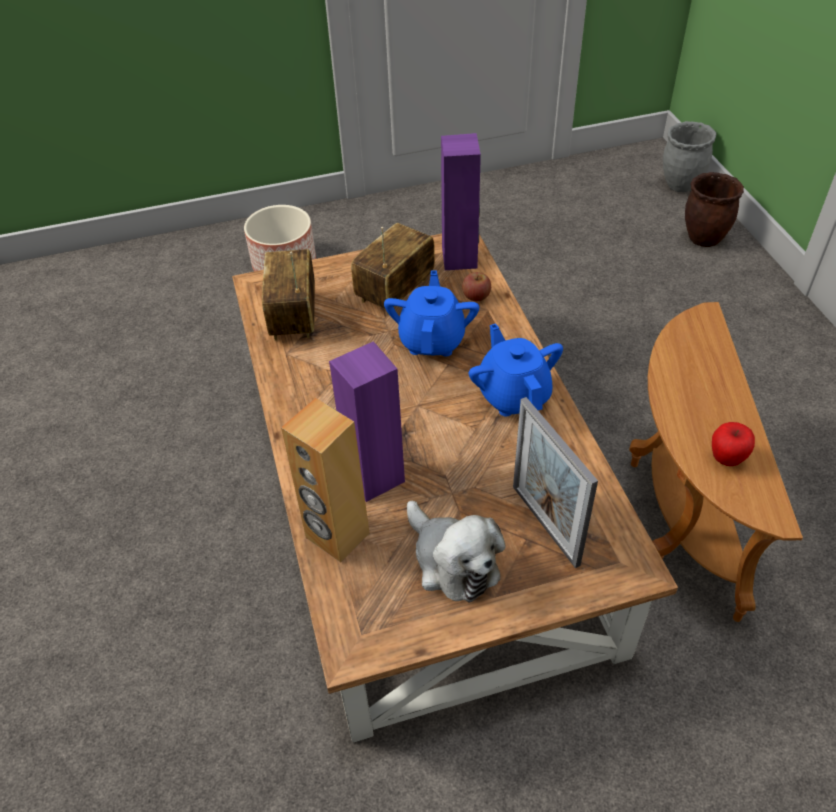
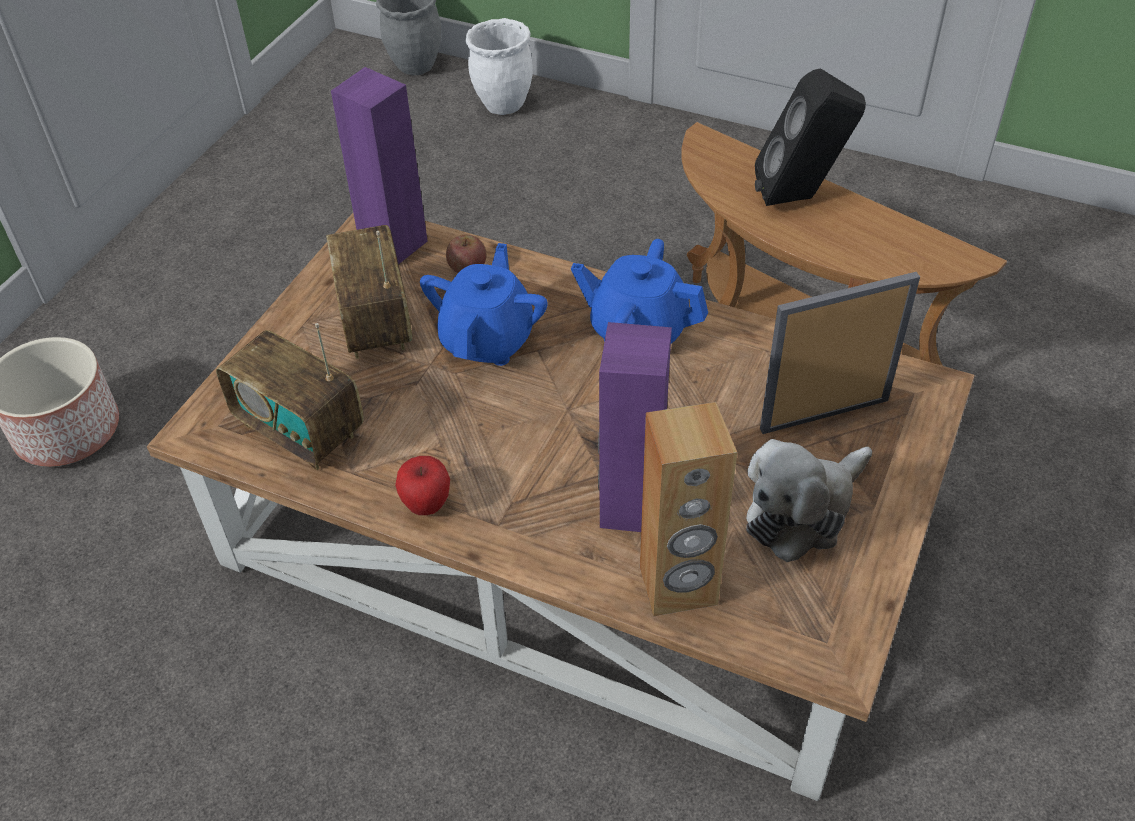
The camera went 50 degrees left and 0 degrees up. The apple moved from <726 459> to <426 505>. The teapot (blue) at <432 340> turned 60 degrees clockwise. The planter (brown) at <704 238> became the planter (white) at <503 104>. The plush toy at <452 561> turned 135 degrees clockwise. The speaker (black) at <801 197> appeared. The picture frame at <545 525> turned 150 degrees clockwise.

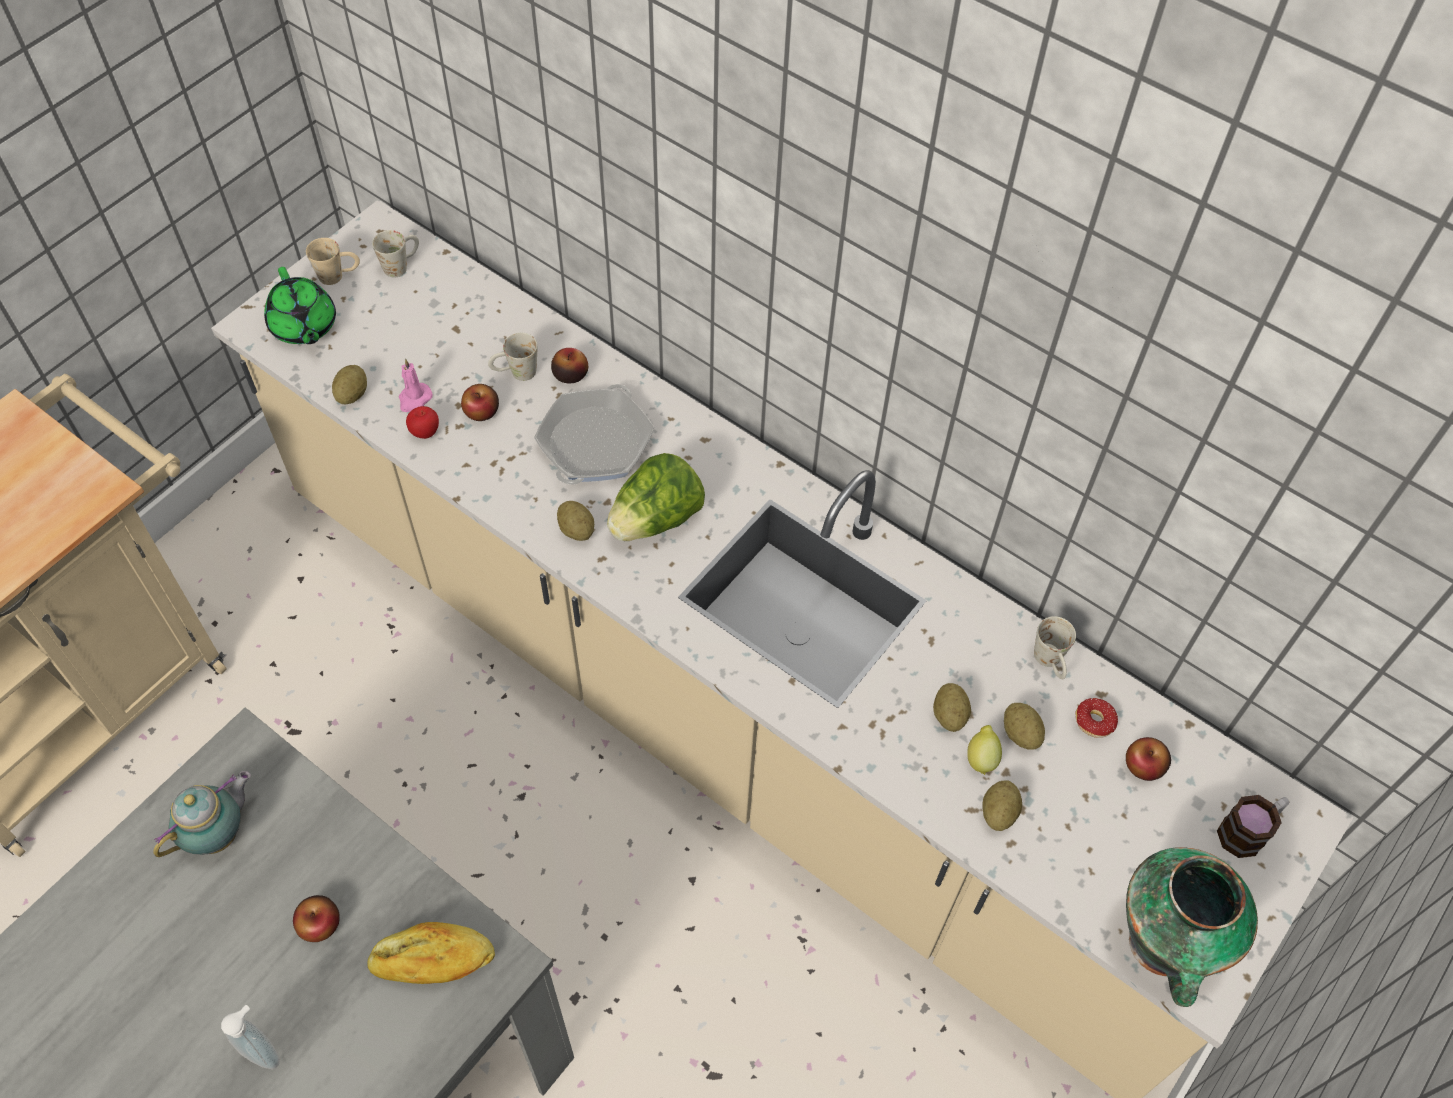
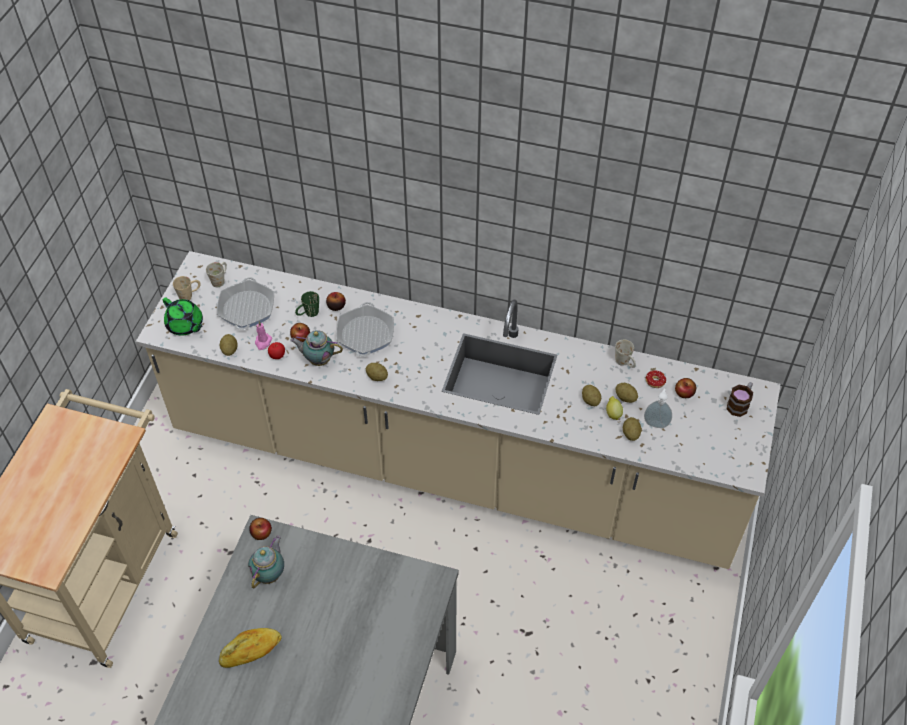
The camera went 20 degrees left and 5 degrees down. The frying pan at <246 308> appeared. The bread moved from <433 961> to <251 652>. The apple moved from <320 924> to <261 533>. The teapot at <318 360> appeared. The mug (white) at <515 373> became the mug (green) at <308 314>. The soap dispenser moved from <263 1049> to <656 423>. The lettuce at <656 520> disappeared. The vase at <1162 947> disappeared.

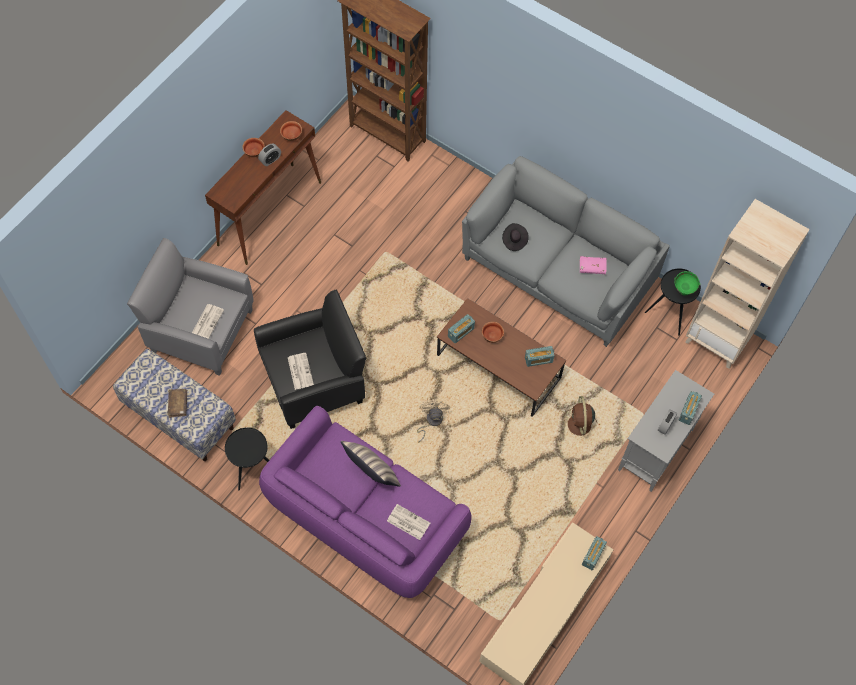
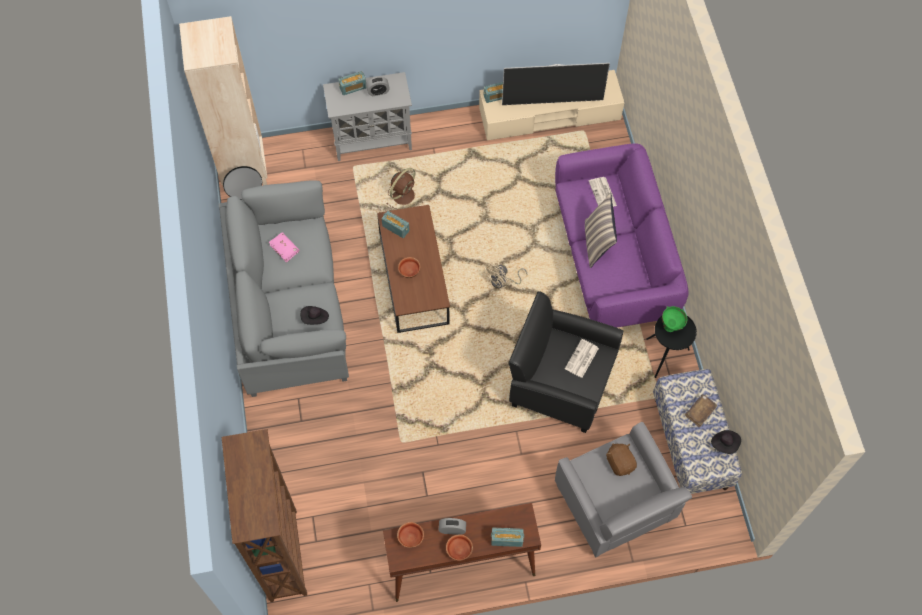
The camera went 135 degrees left and 0 degrees up. The radio moved from <461 332> to <506 539>. The television at <552 102> appeared. The newspaper at <207 321> was replaced by the plush toy (brown) at <620 463>. The bowl (green) moved from <683 291> to <671 326>. The hat (black) at <725 444> appeared.

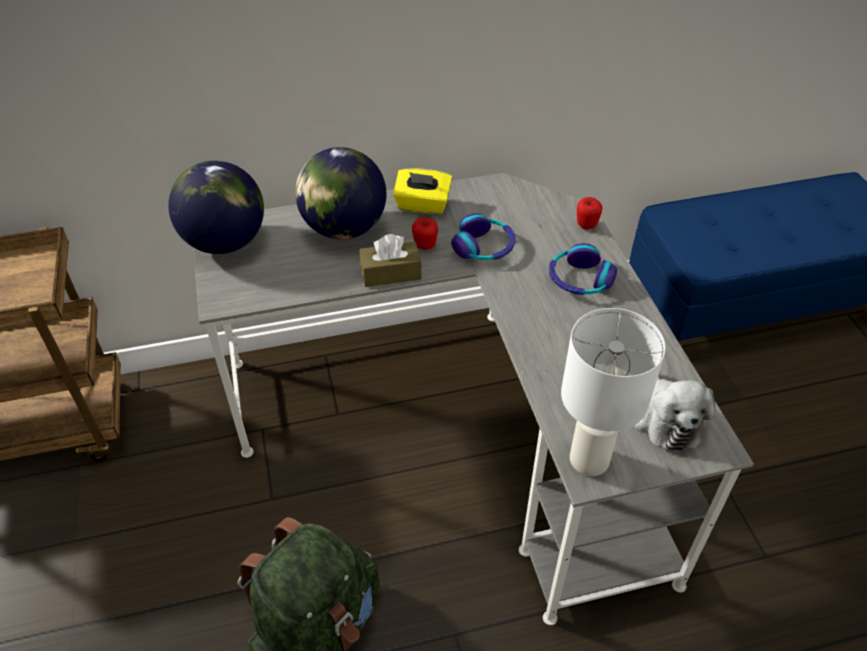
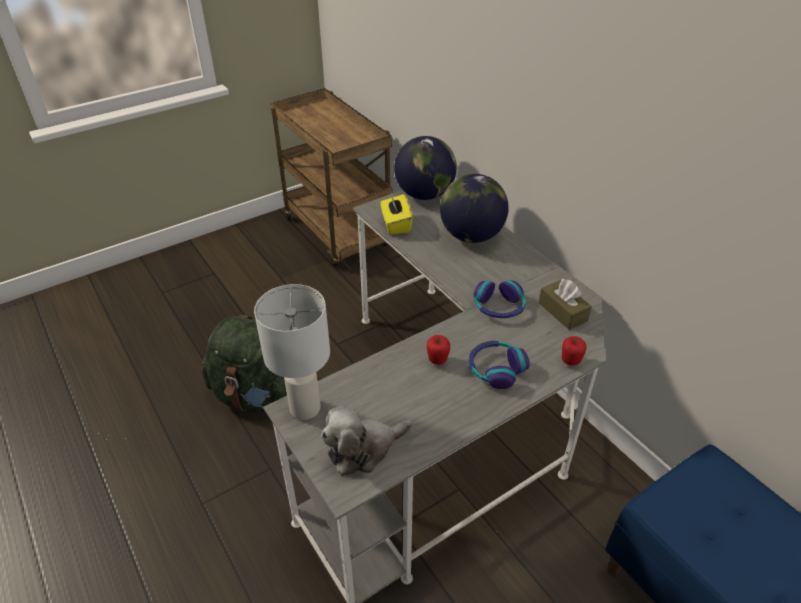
The camera went 70 degrees right and 5 degrees down. The tissue box (yellow) moved from <422 205> to <396 225>. The apple moved from <425 246> to <437 360>. The tissue box (brown) moved from <391 273> to <562 312>.

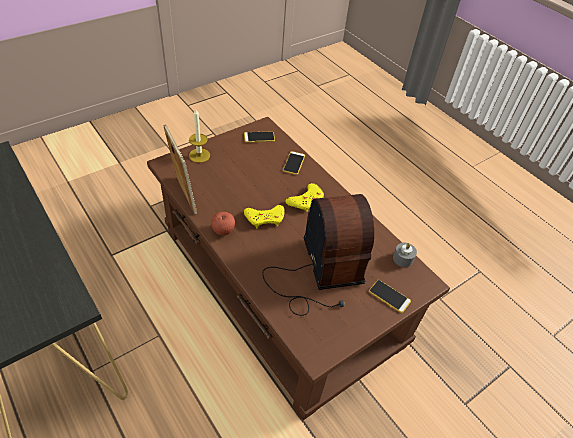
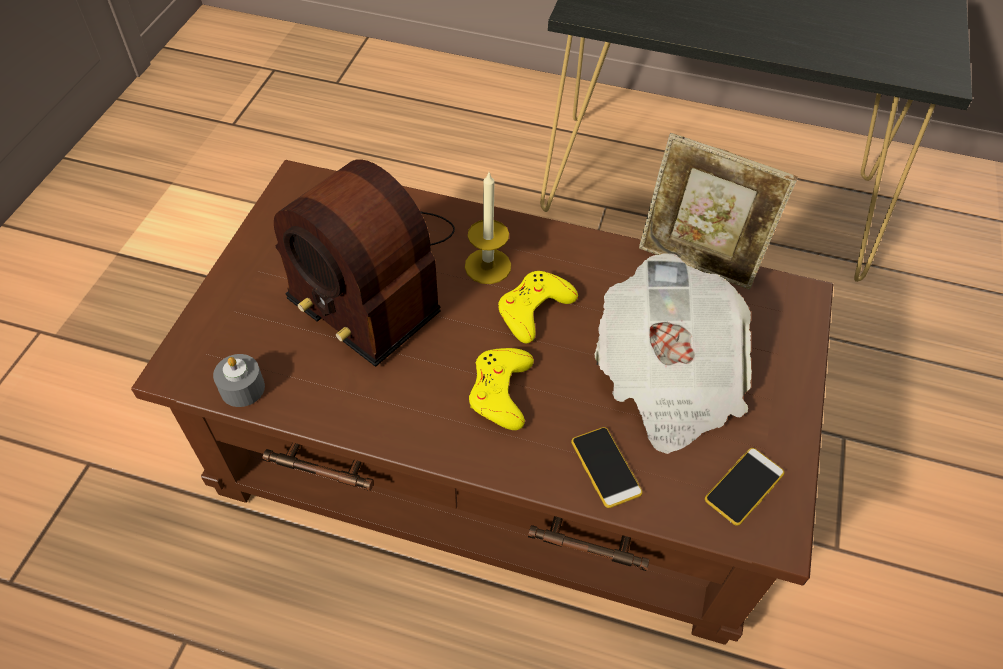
The camera went 145 degrees right and 5 degrees up. The candle moved from <199 155> to <488 266>. The newspaper at <667 380> appeared. The apple at <223 231> disappeared. The phone at <389 296> disappeared.

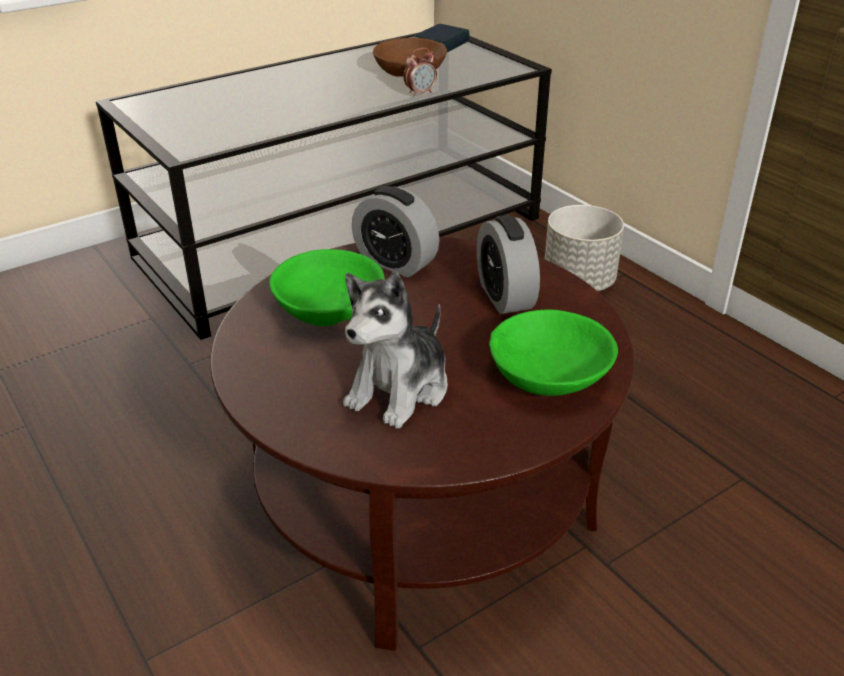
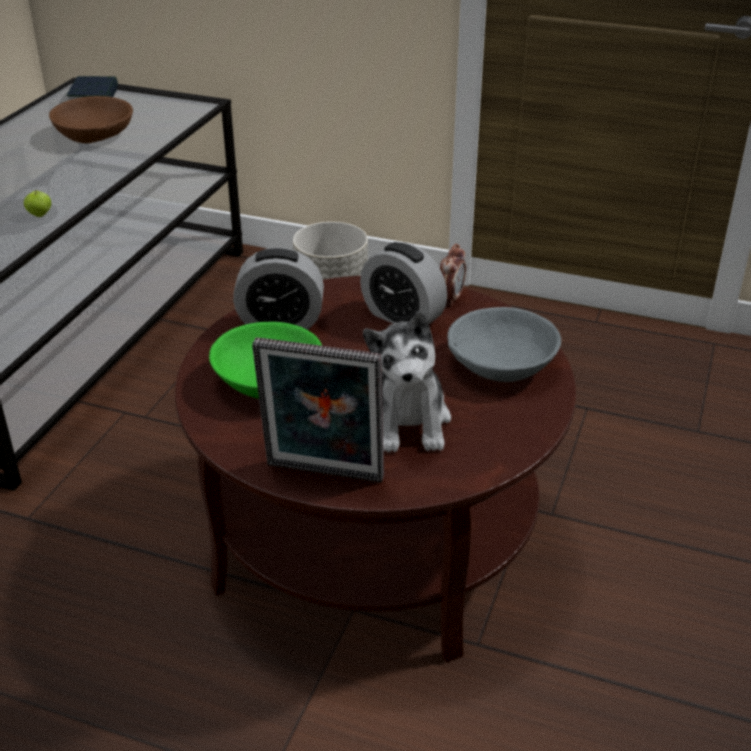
The camera went 35 degrees left and 0 degrees up. The apple at <40 215> appeared. The picture frame at <323 475> appeared. The alarm clock moved from <420 93> to <450 298>. The bowl (green) at <549 374> became the bowl (grey) at <501 364>.

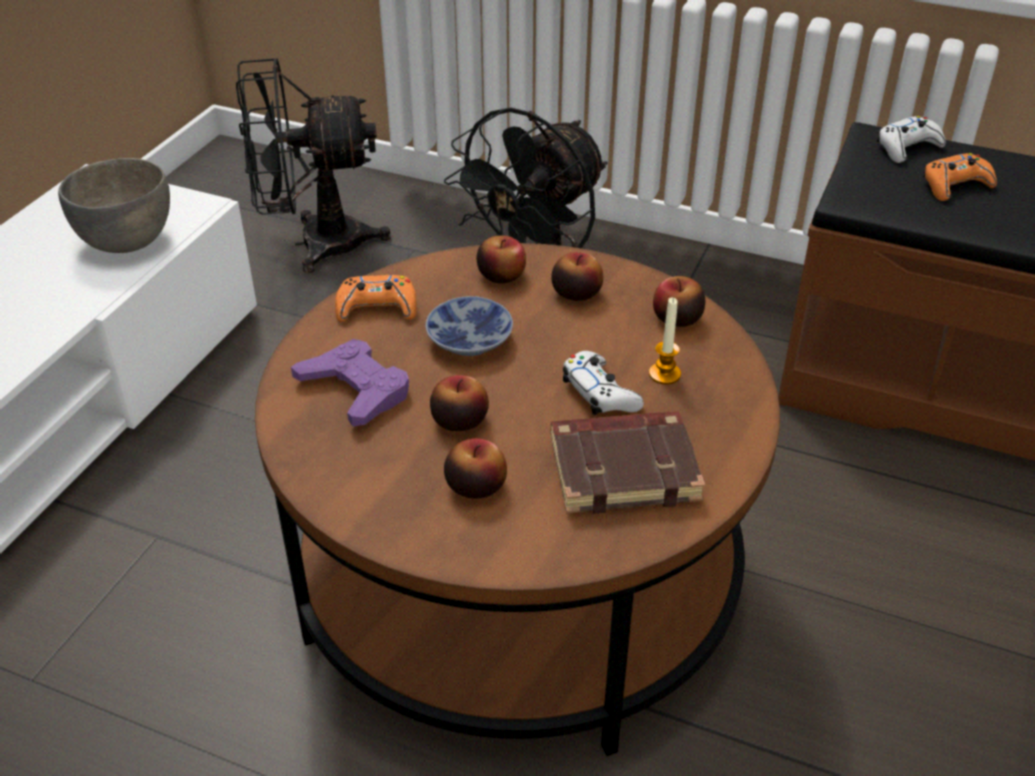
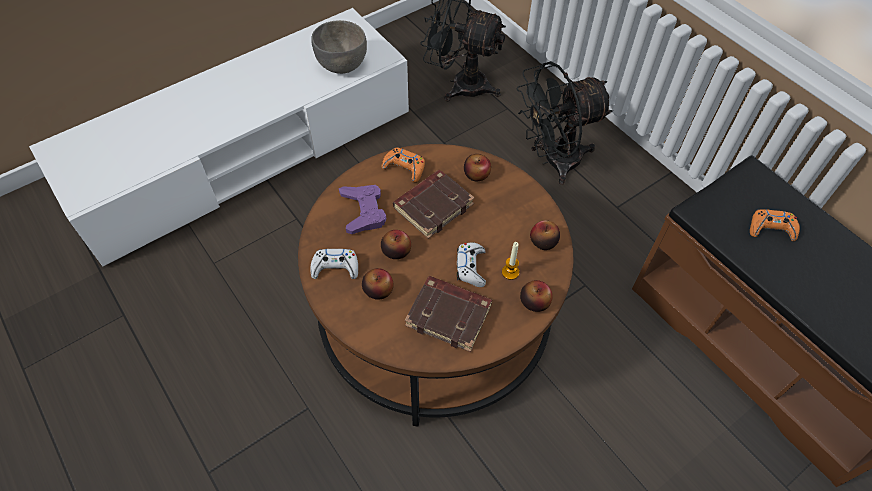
The camera went 30 degrees right and 15 degrees up. The game controller (white) moved from <907 147> to <335 267>. The bowl at <468 338> was replaced by the book (brown) at <433 206>. The apple moved from <576 292> to <534 302>.

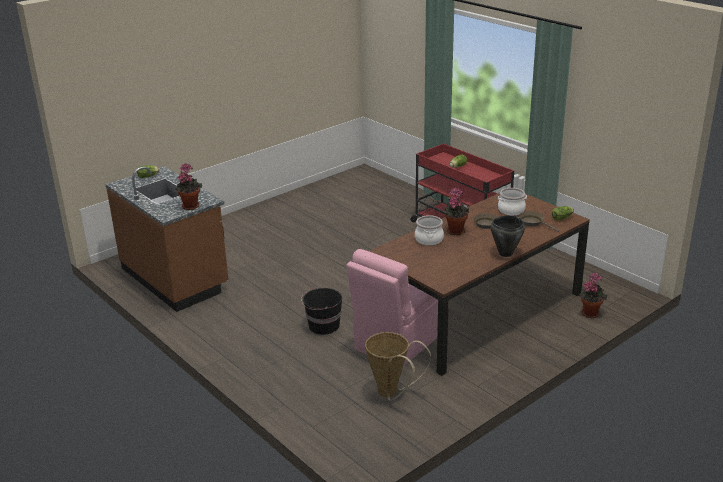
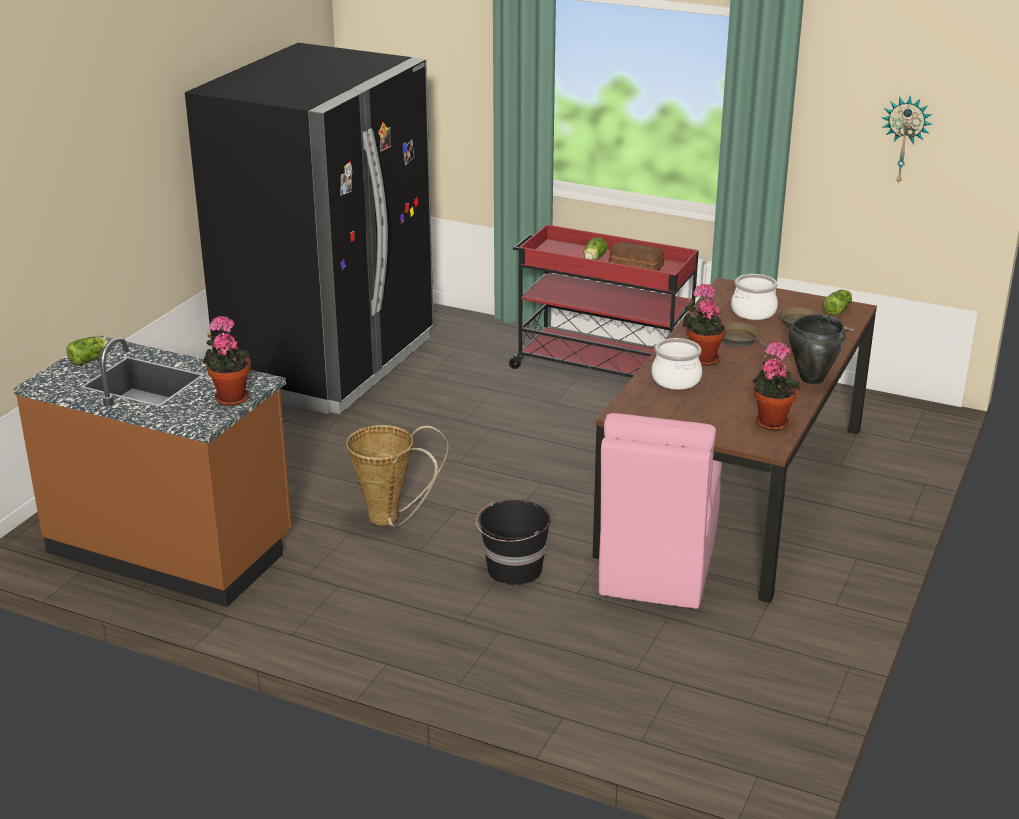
The camera went 25 degrees left and 0 degrees up. The fridge (black) at <329 363> appeared. The basket moved from <391 394> to <391 519>. The bread at <635 266> appeared. The potted plant moved from <590 313> to <771 421>. The wall clock at <904 139> appeared.

